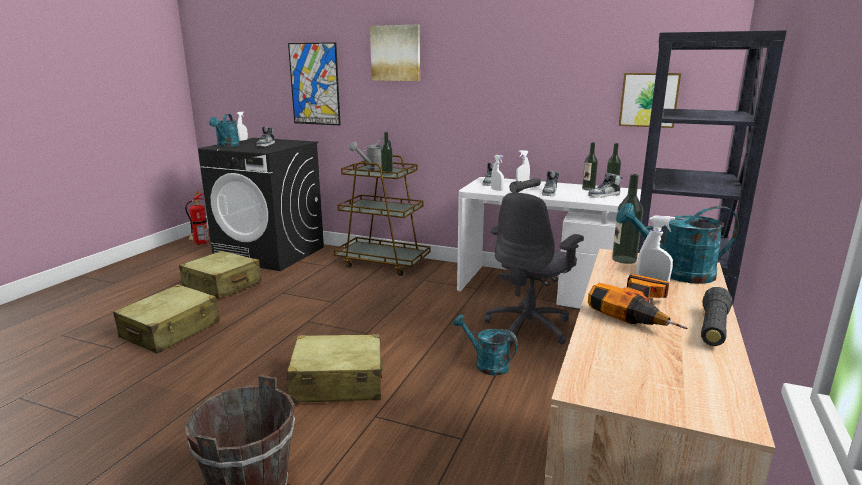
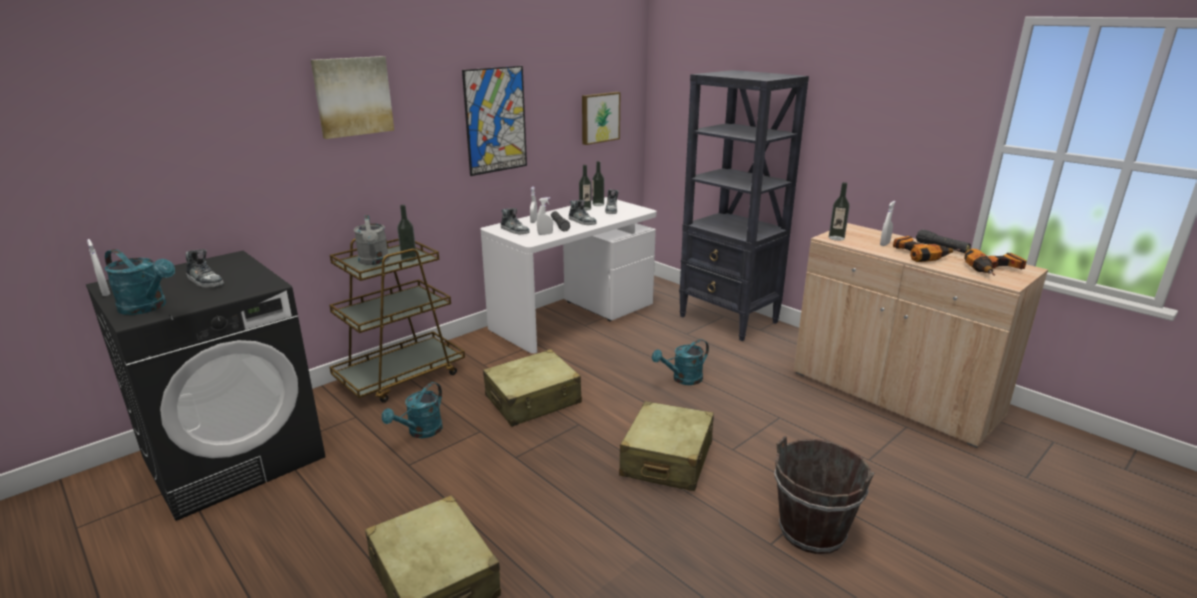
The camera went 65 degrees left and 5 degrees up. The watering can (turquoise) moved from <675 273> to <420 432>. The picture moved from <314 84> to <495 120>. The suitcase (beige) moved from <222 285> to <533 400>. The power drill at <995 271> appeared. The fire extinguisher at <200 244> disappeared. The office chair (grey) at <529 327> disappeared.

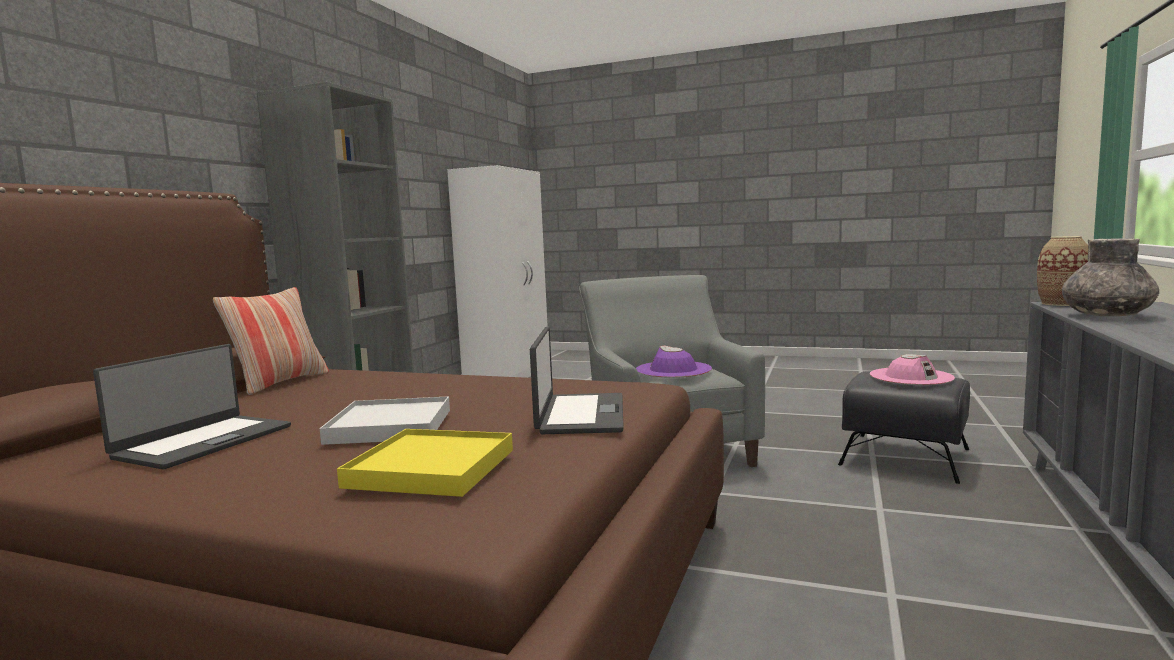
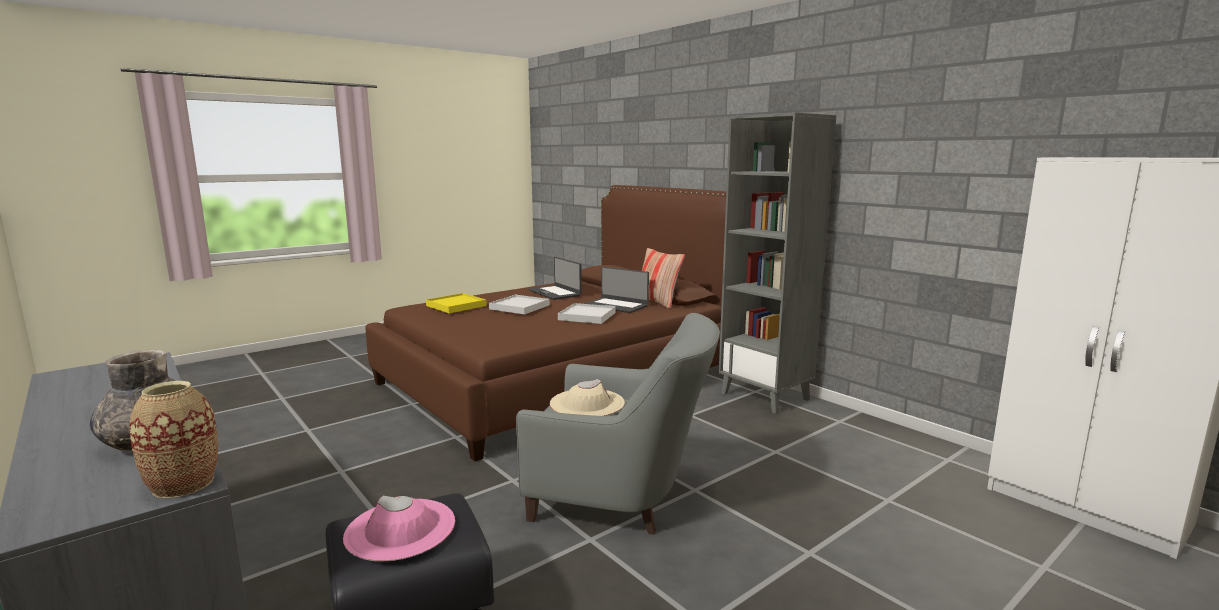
The camera went 120 degrees right and 5 degrees up. The hat (purple) at <673 370> became the hat (beige) at <587 403>. The tray (white) at <587 316> appeared. The laptop moved from <579 414> to <616 305>.

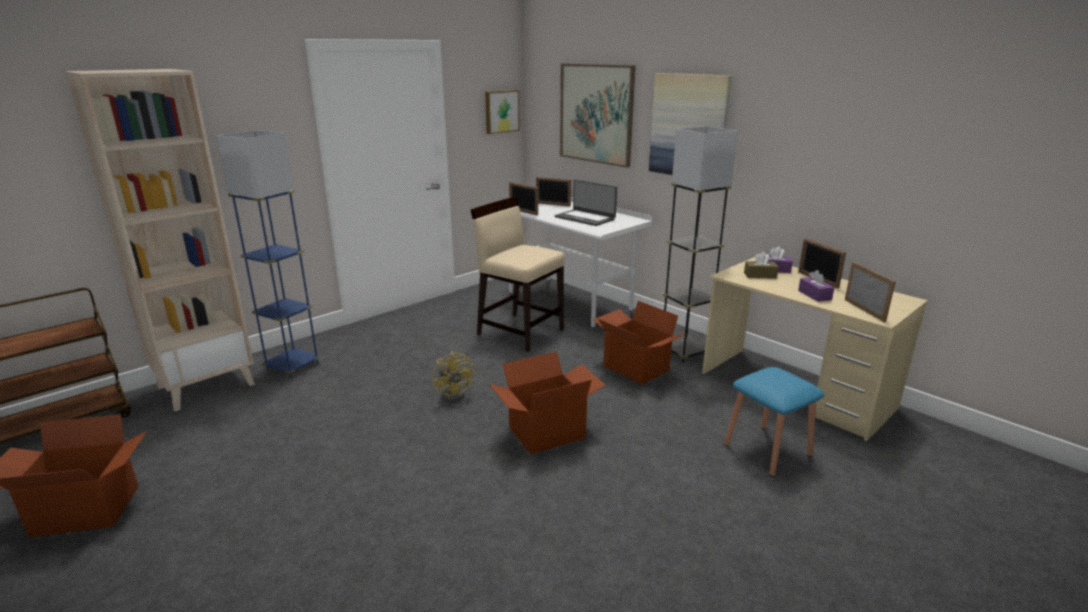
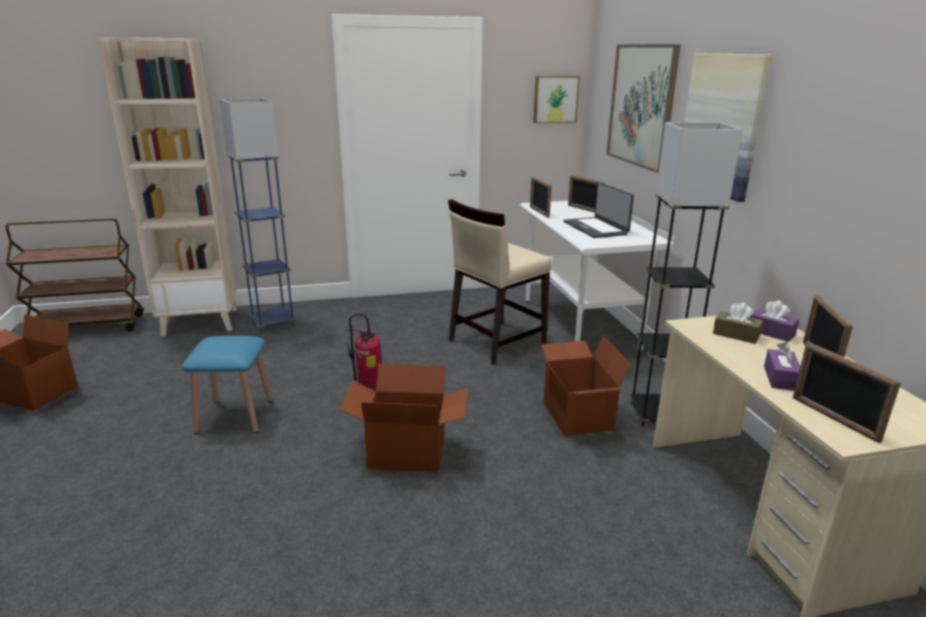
The camera went 30 degrees right and 0 degrees up. The stool (blue) moved from <767 450> to <235 416>. The fan (yellow) at <455 393> was replaced by the fire extinguisher at <369 386>. The chair (beige) at <520 331> turned 105 degrees counterclockwise. The picture frame at <864 310> turned 135 degrees clockwise.

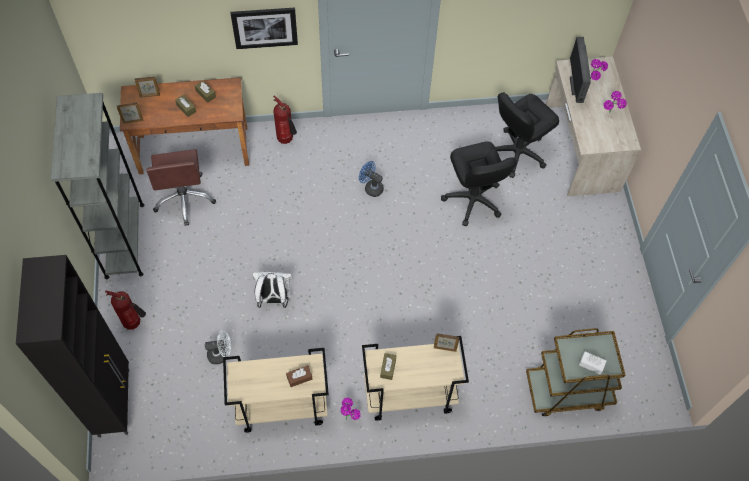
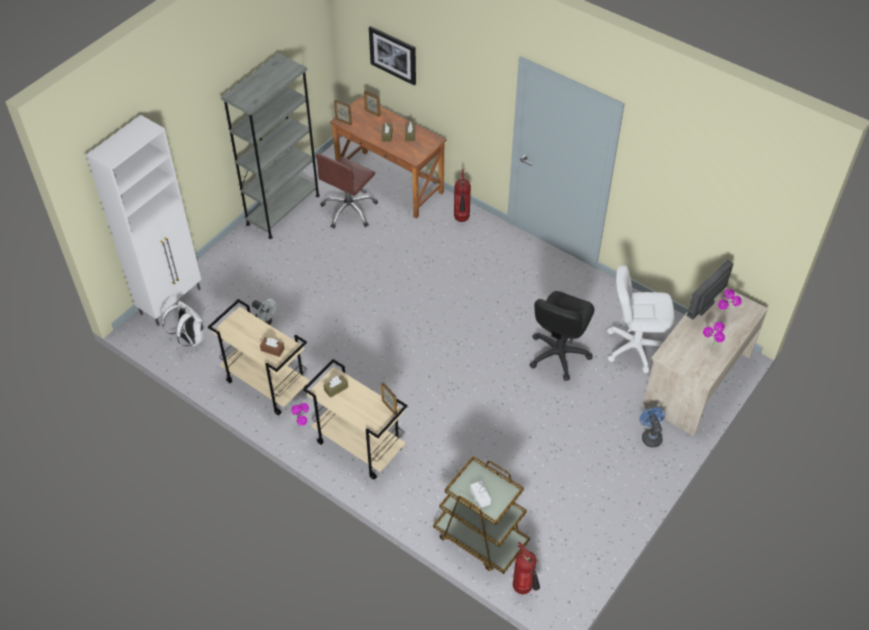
The camera went 45 degrees right and 10 degrees down. The cabinet (black) at <115 401> became the cabinet (white) at <171 301>. The backpack (white) moved from <274 299> to <190 339>. The picture moved from <264 27> to <393 55>. The fire extinguisher moved from <134 323> to <524 589>. The office chair (black) at <517 153> became the office chair (white) at <635 347>. The fan (blue) moved from <371 187> to <650 436>.

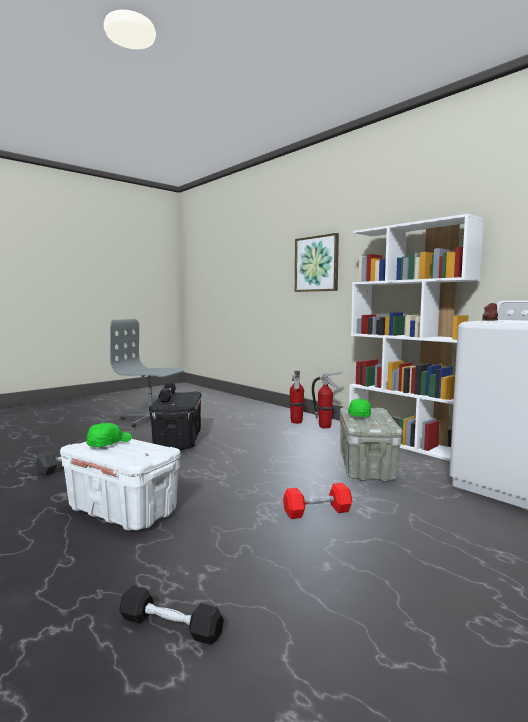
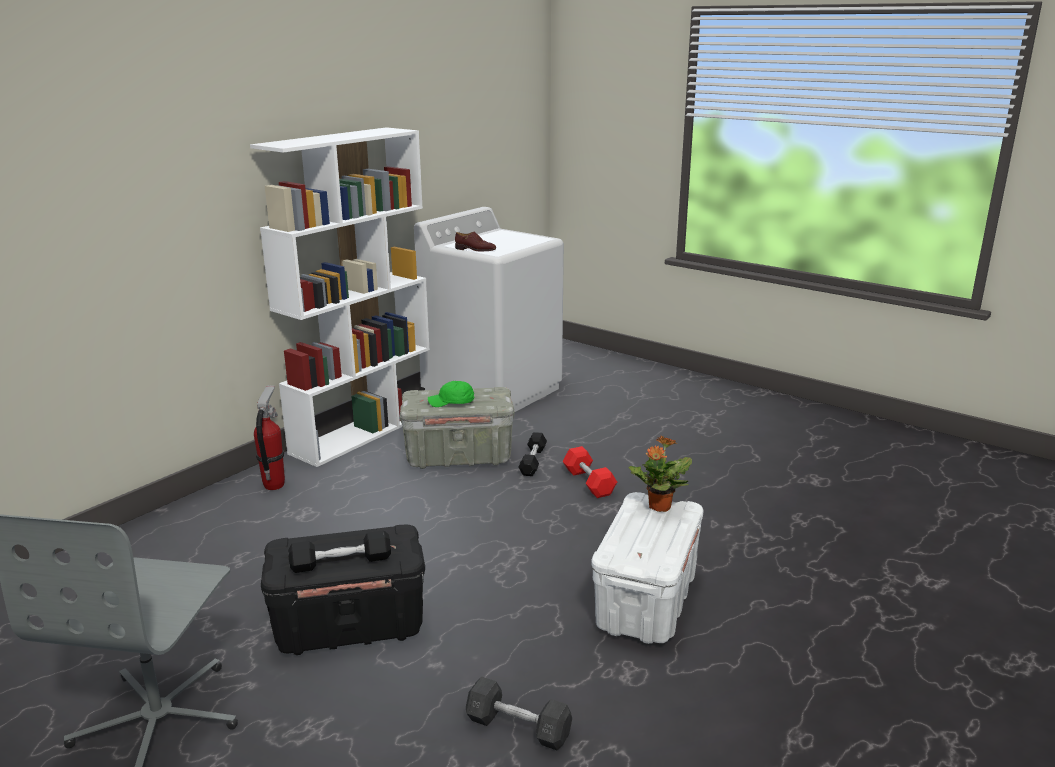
The camera went 100 degrees left and 15 degrees up. The dumbbell (black) moved from <170 626> to <533 461>. The potted plant at <659 507> appeared. The cap (green) at <108 443> disappeared. The fire extinguisher at <296 422> disappeared. The picture at <317 264> disappeared.

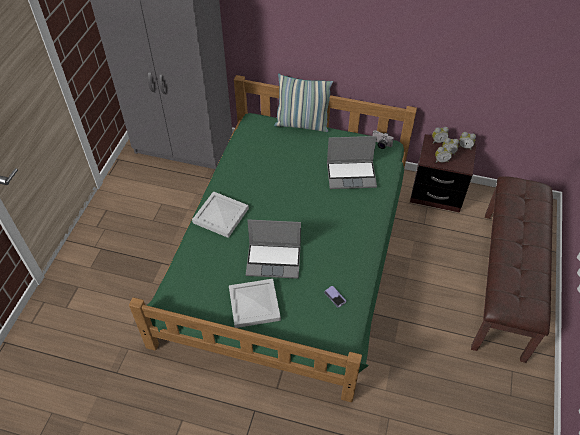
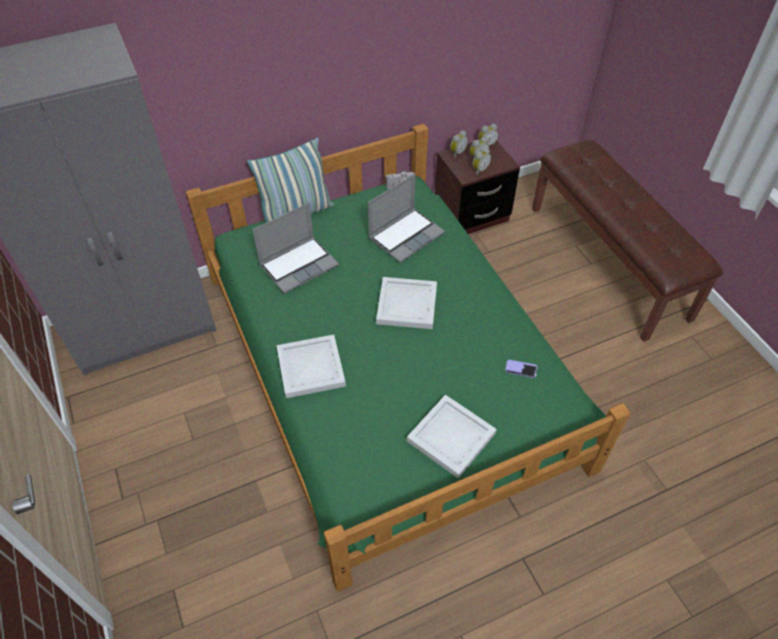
The camera went 40 degrees left and 0 degrees up. The laptop moved from <274 260> to <299 265>. The tray (white) at <406 304> appeared.

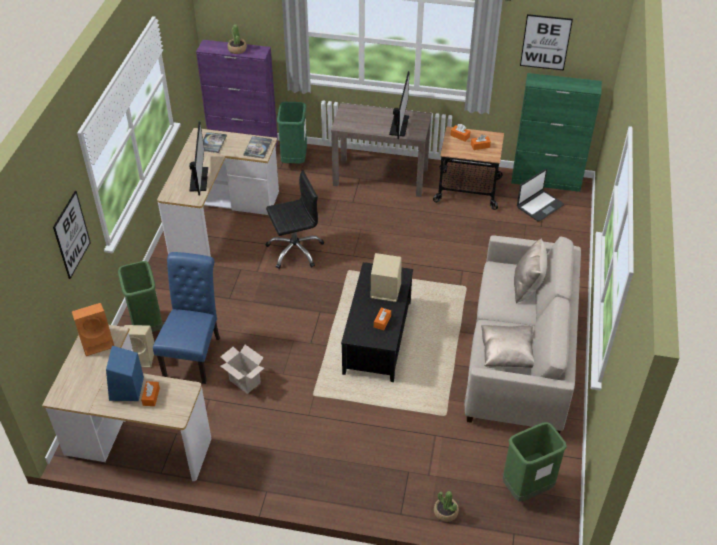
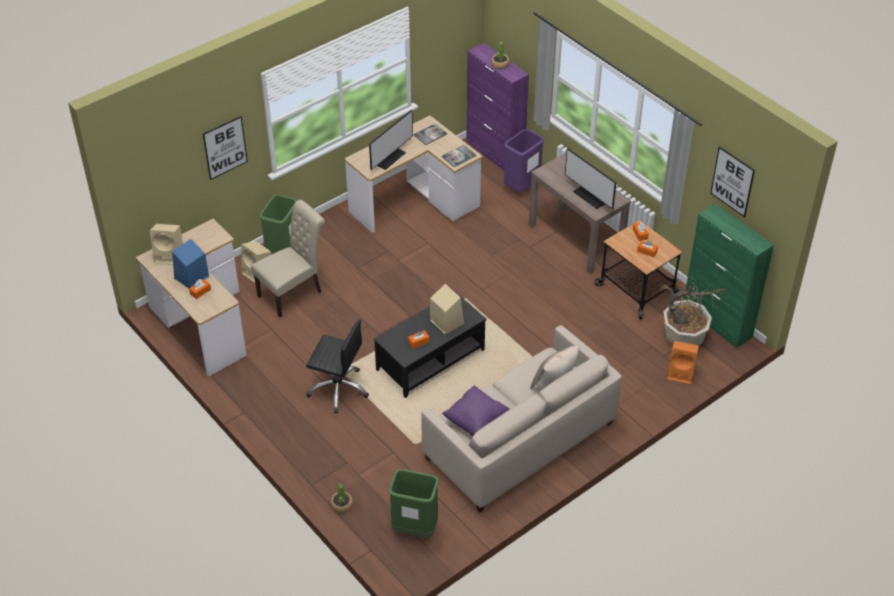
The camera went 40 degrees right and 0 degrees up. The speaker (beige) at <170 255> appeared. The chair (blue) at <194 354> became the chair (beige) at <293 292>. The office chair (black) moved from <295 250> to <338 389>. The pillow (beige) at <507 356> became the pillow (purple) at <476 421>. The trash can (green) at <294 160> became the trash can (purple) at <521 187>. The monitor at <399 125> turned 90 degrees clockwise. The laptop at <539 206> was replaced by the potted plant at <683 339>. The speaker (orange) moved from <98 341> to <681 373>. The cardboard box at <243 381> disappeared.

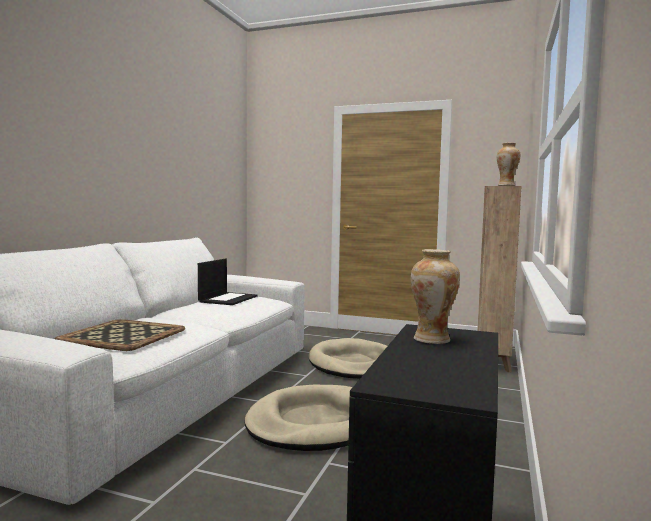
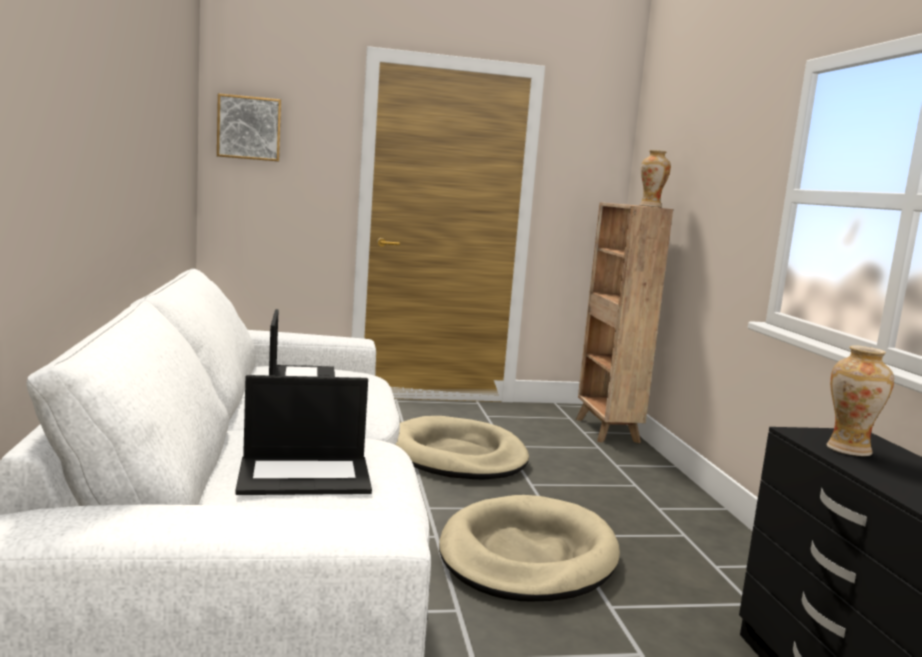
The camera went 30 degrees left and 5 degrees up. The picture at <249 128> appeared. The tray at <124 335> was replaced by the laptop at <306 475>.

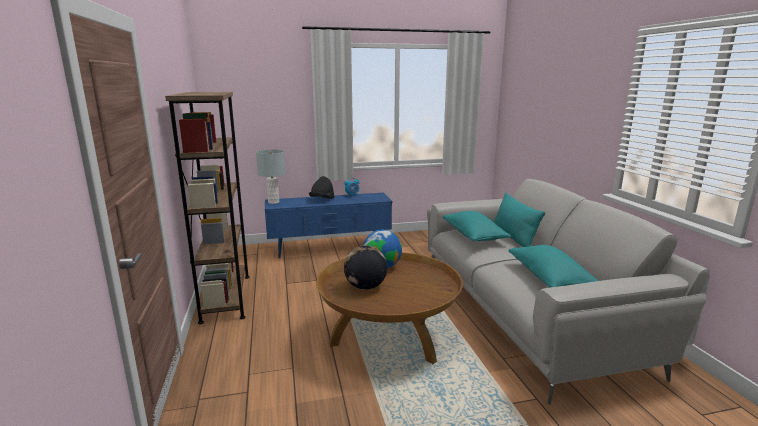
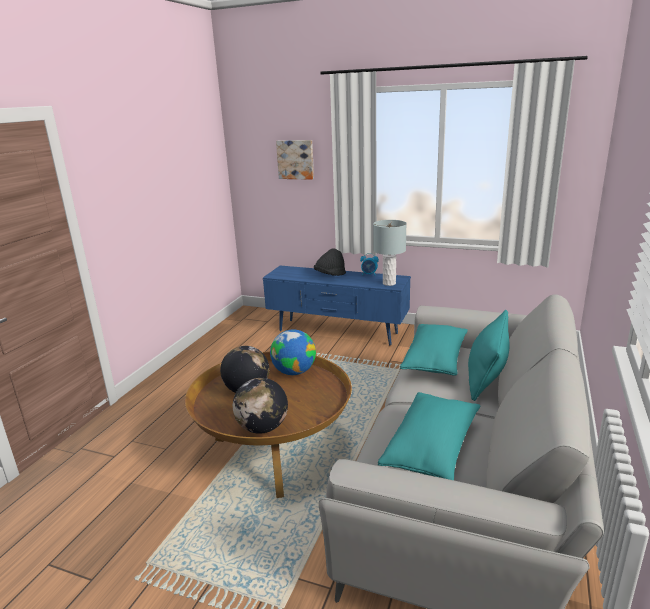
The camera went 35 degrees right and 5 degrees up. The globe at <262 428> appeared. The picture at <296 159> appeared. The table lamp (grey) moved from <273 202> to <389 283>. The bookcase (brown) at <226 298> disappeared.

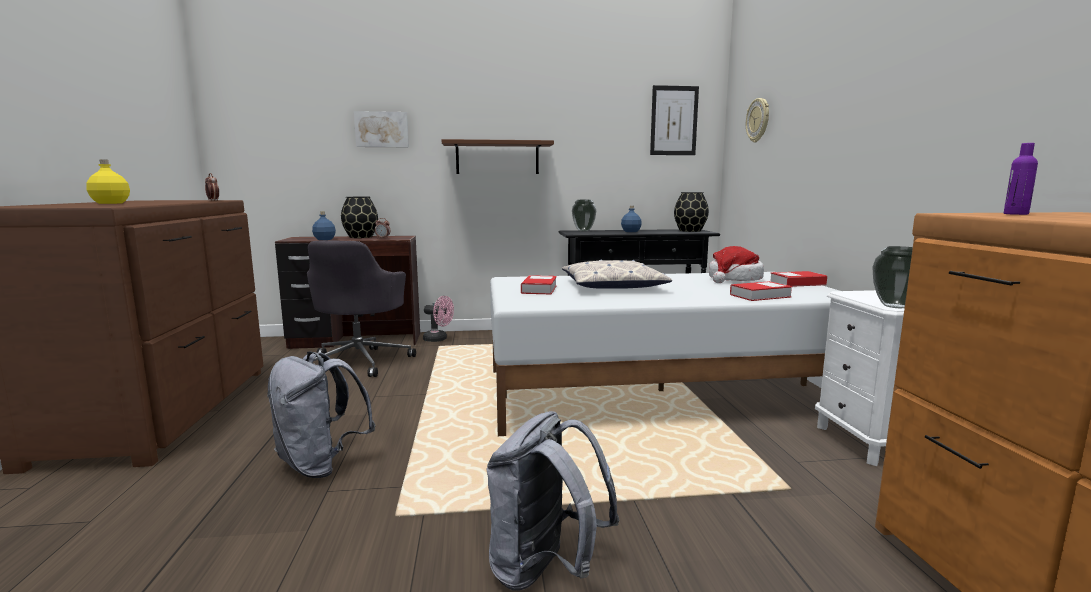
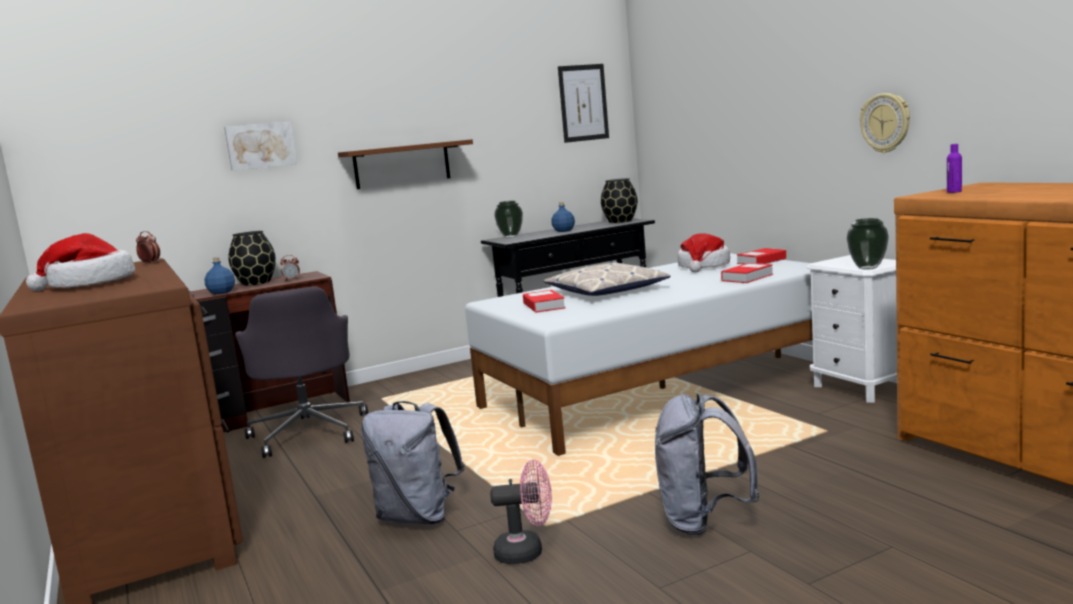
The camera went 20 degrees left and 0 degrees up. The bottle (yellow) at <110 203> was replaced by the hat at <90 284>. The fan (pink) moved from <438 339> to <527 552>. The wall clock moved from <758 120> to <886 123>.

